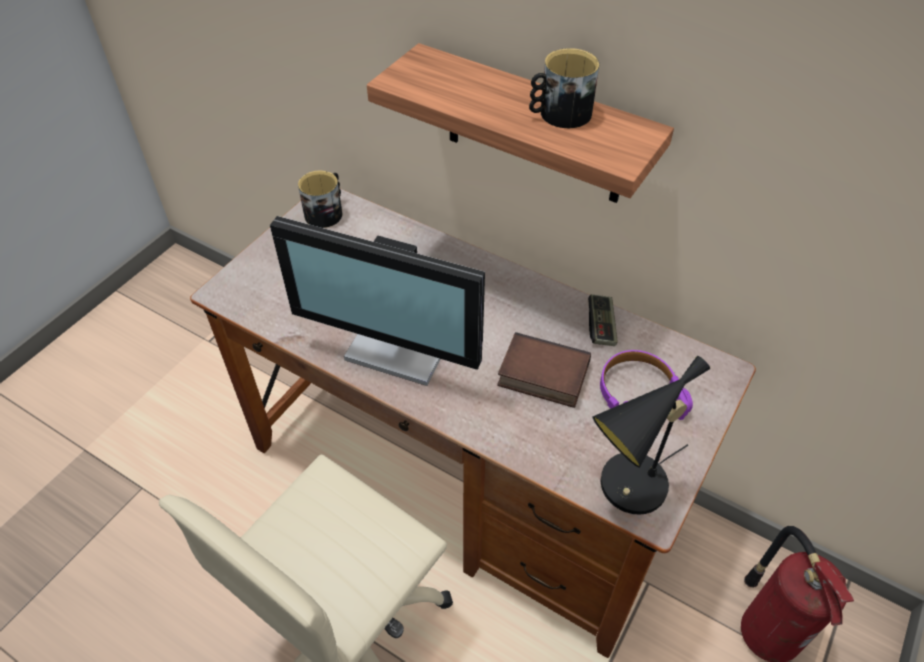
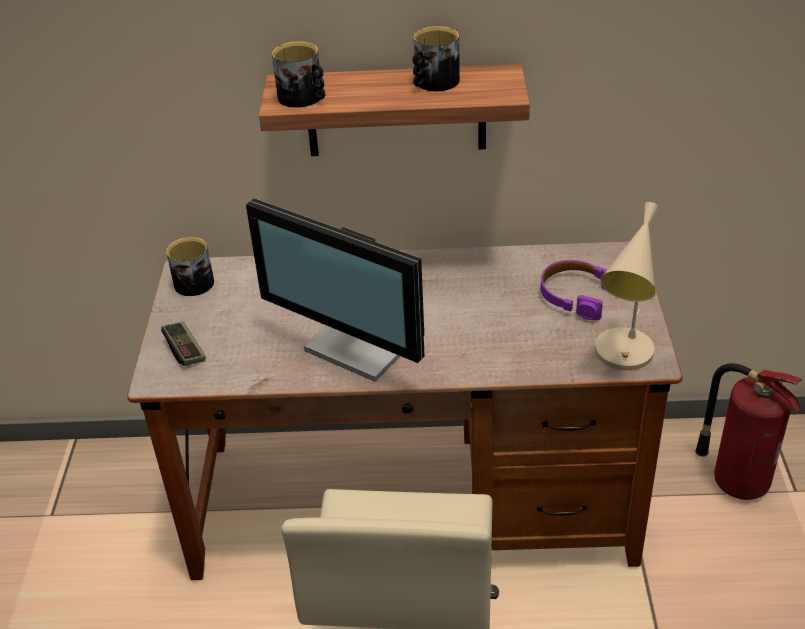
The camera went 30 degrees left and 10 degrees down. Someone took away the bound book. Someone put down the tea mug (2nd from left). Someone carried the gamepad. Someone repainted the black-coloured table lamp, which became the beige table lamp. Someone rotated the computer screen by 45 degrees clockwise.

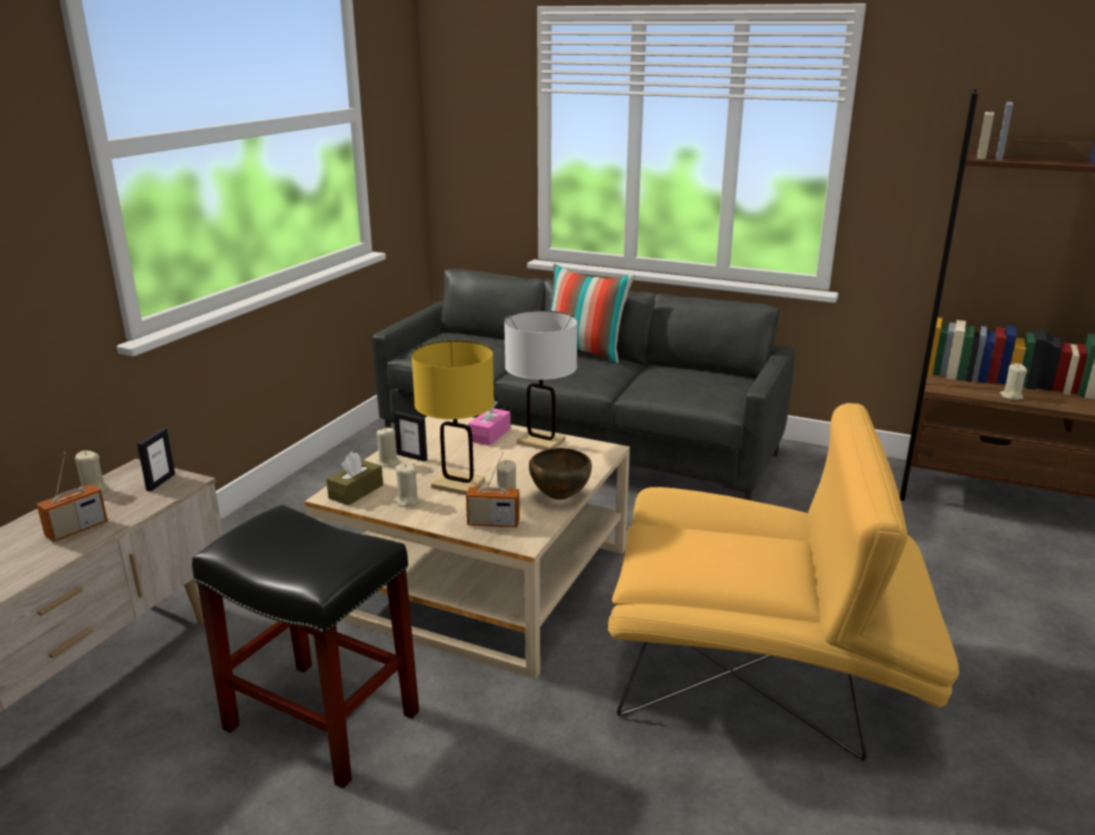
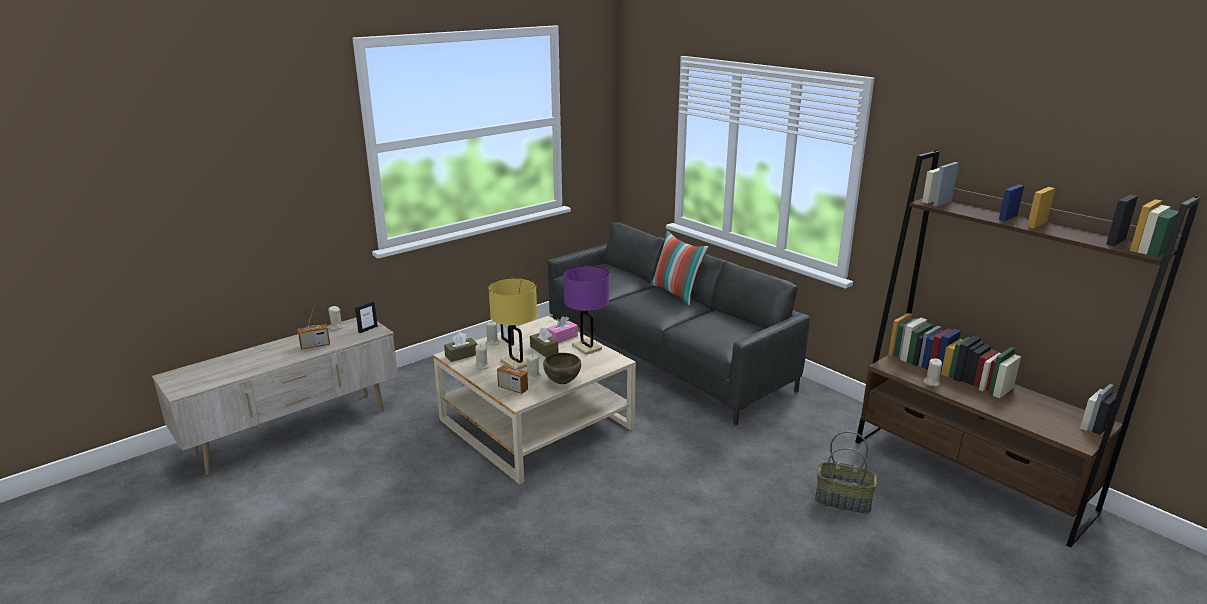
The camera went 25 degrees right and 0 degrees up. Someone took away the black-coloured sitting stool. Someone took away the yellow-coloured armchair. Someone put down the brown-coloured tissue holder (2nd from left). Someone put down the storage basket. Someone repainted the white table lamp, which became the purplish table lamp.

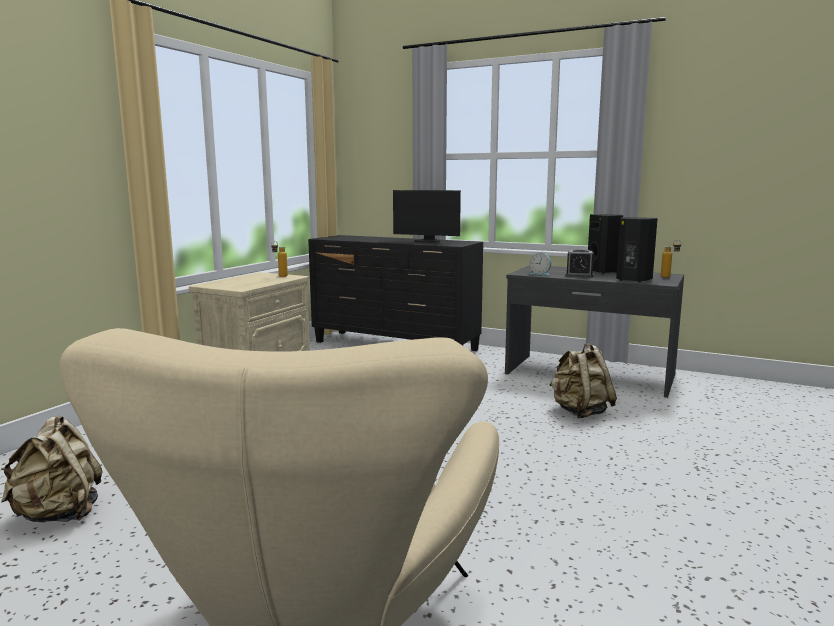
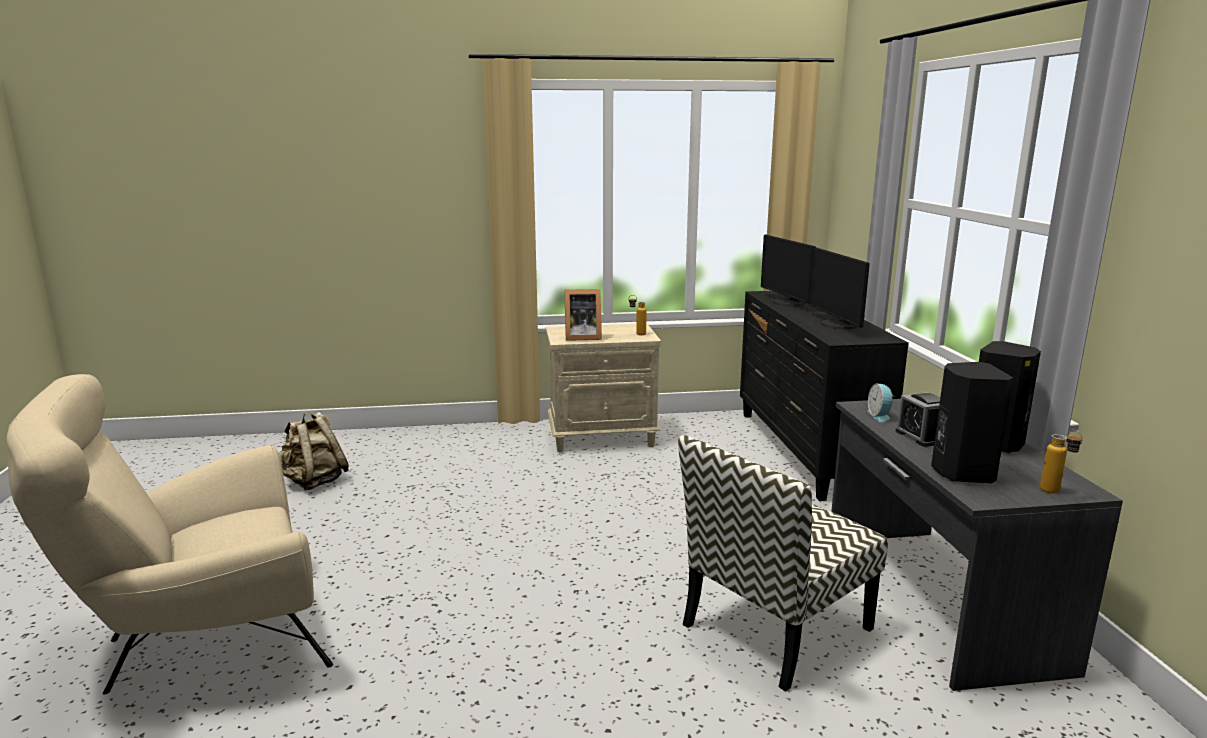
The camera went 55 degrees right and 5 degrees up. Someone put down the standing frame. Someone put down the computer screen (1st from left). Someone swapped the beige rucksack (2nd from left) for the upright chair.

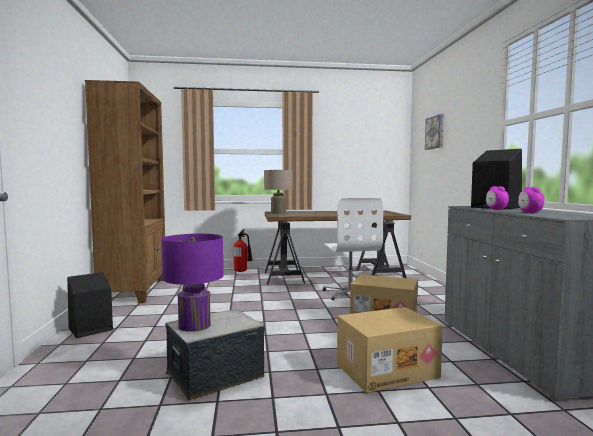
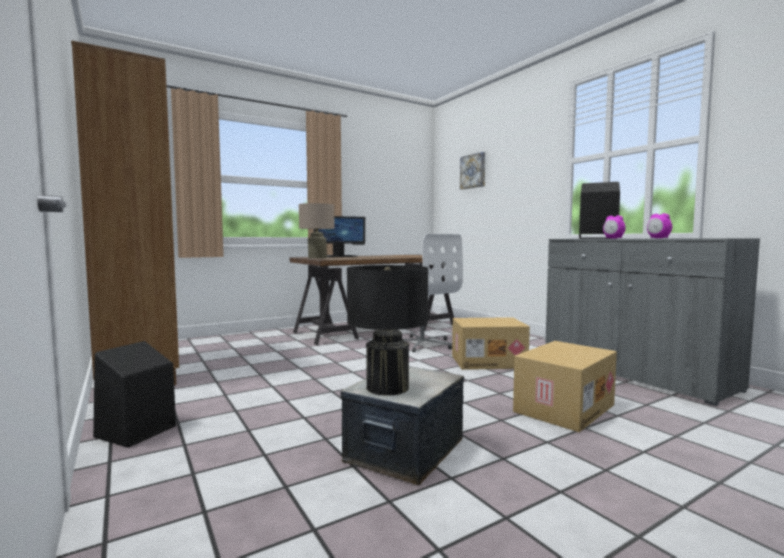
The camera went 25 degrees left and 0 degrees up. Someone took away the fire extinguisher. Someone put down the computer screen. Someone repainted the purplish table lamp, which became the black-coloured table lamp.

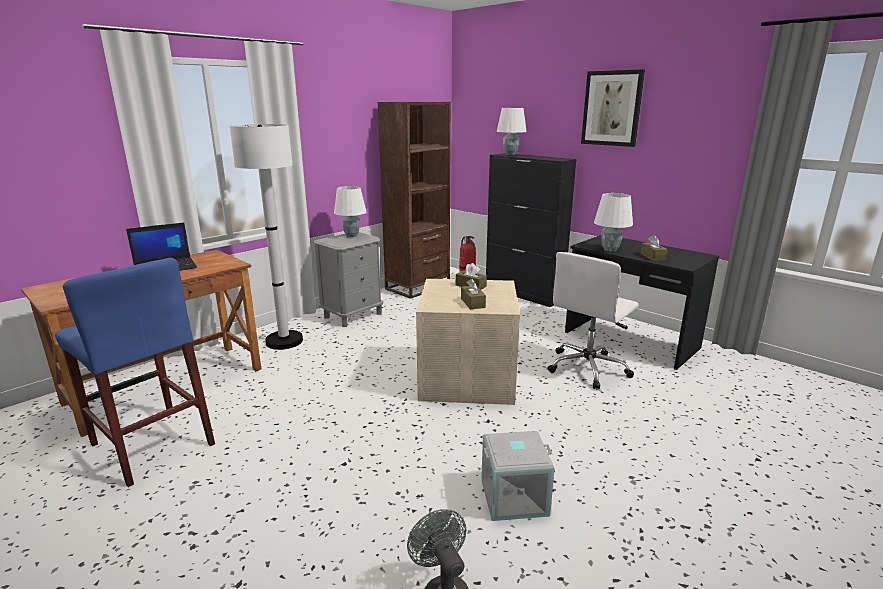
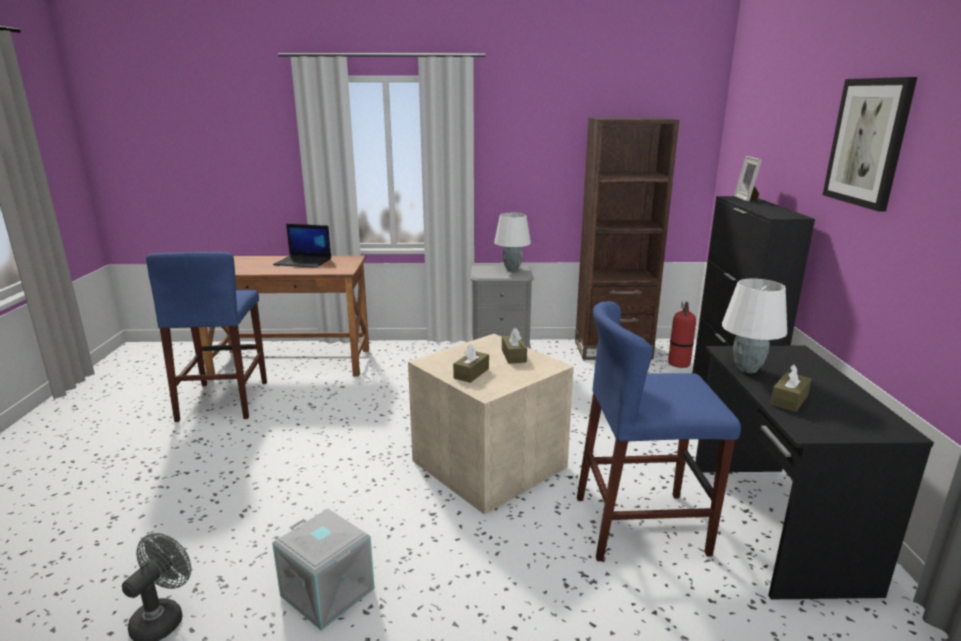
The camera went 45 degrees right and 0 degrees up. Someone took away the white standard lamp. Someone swapped the white table lamp (2nd from left) for the standing frame. Someone swapped the white desk chair for the bluish sitting stool (2nd from left).

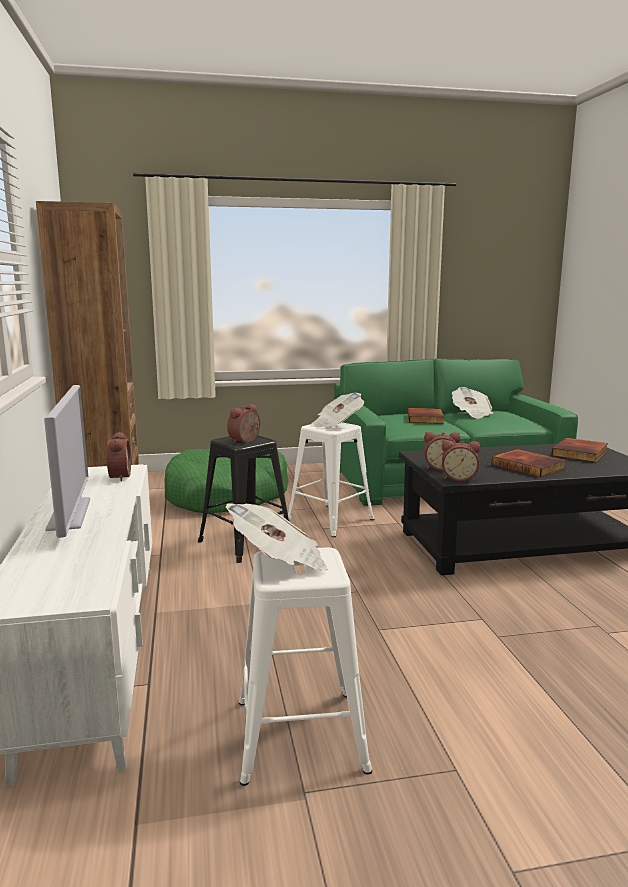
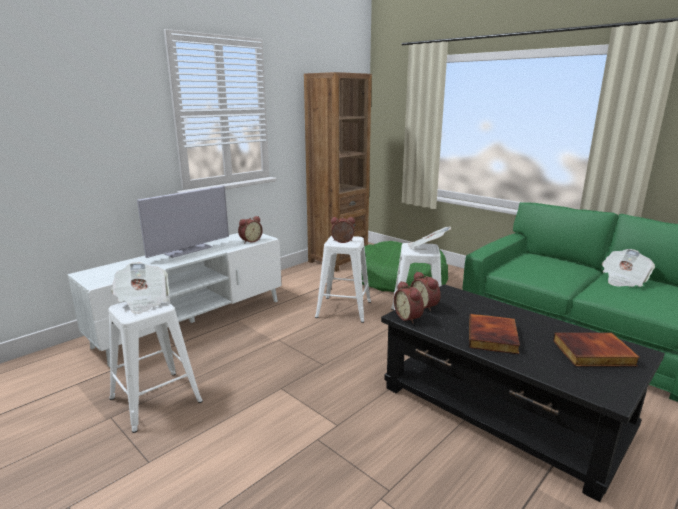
The camera went 55 degrees right and 5 degrees up. Someone took away the bound book (1st from left). Someone repainted the black-coloured sitting stool, which became the white sitting stool (2nd from left).

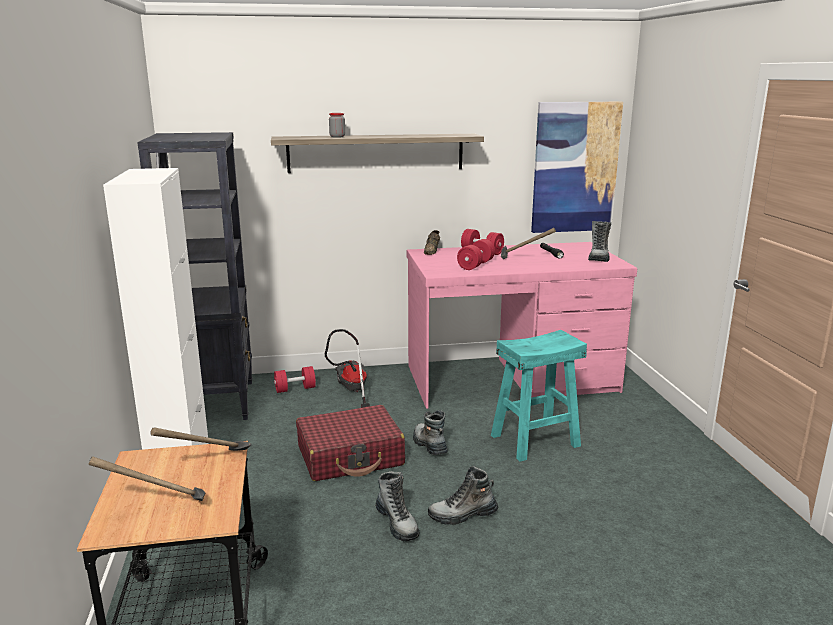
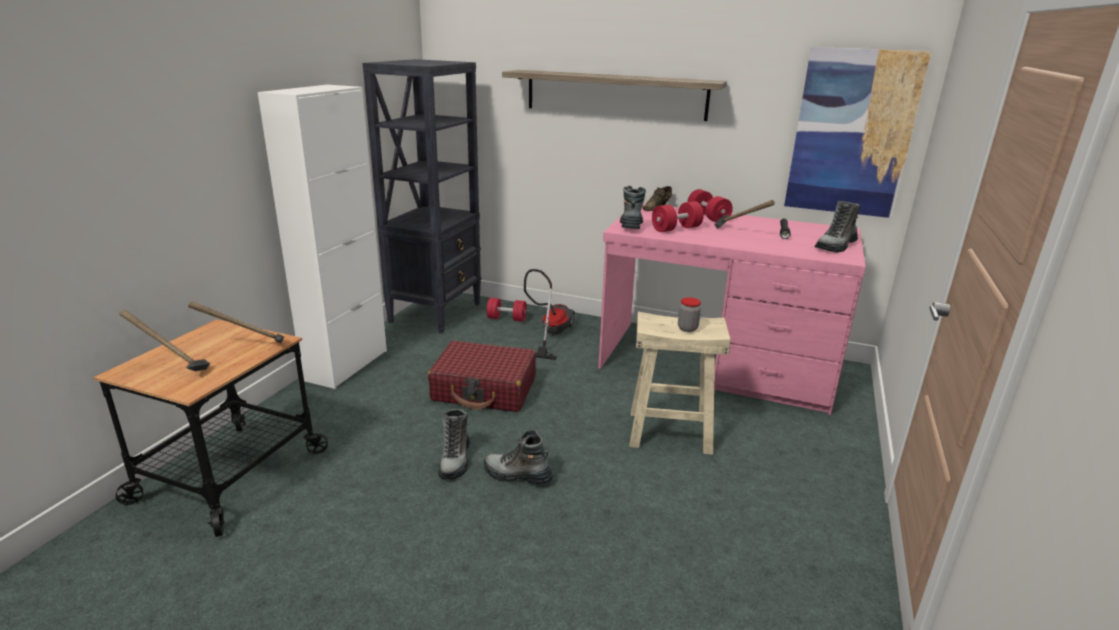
The camera went 30 degrees right and 5 degrees up. Someone carried the preserve jar. Someone carried the tall boot (2nd from left in the first image). Someone repainted the turquoise-coloured sitting stool, which became the beige sitting stool.

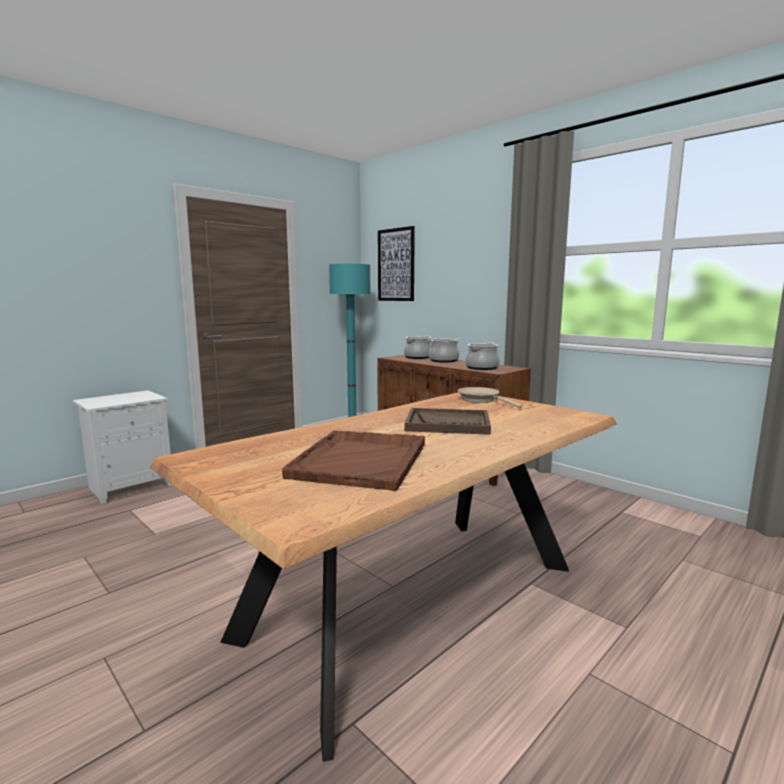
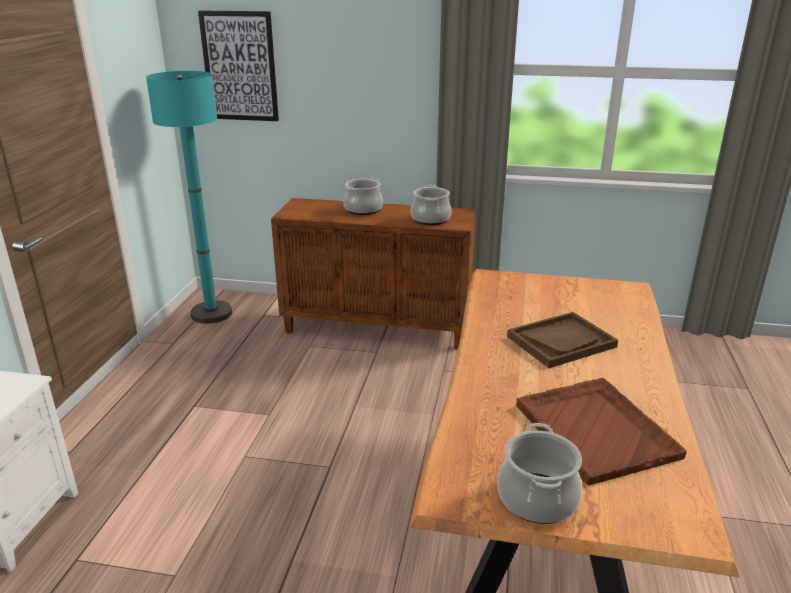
The camera went 35 degrees left and 15 degrees up. Someone took away the beige frying pan. Someone carried the stockpot (1st from left in the first image).

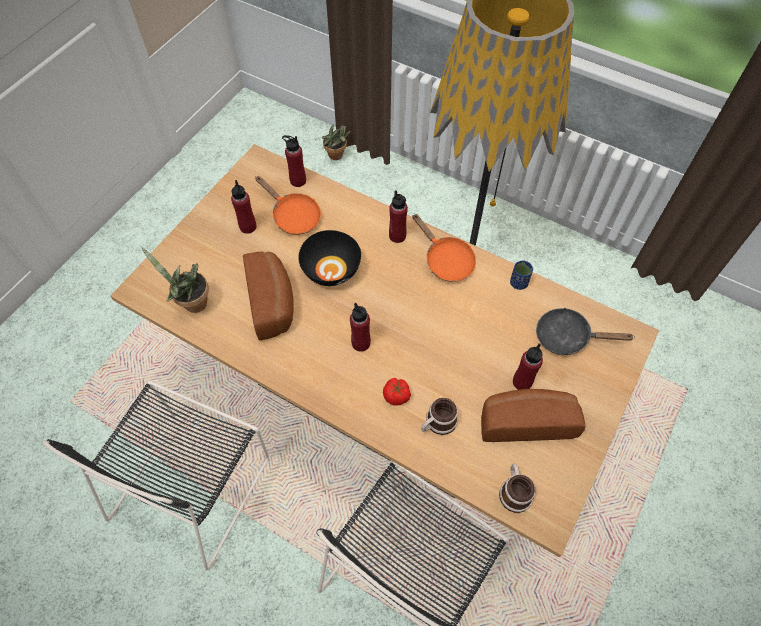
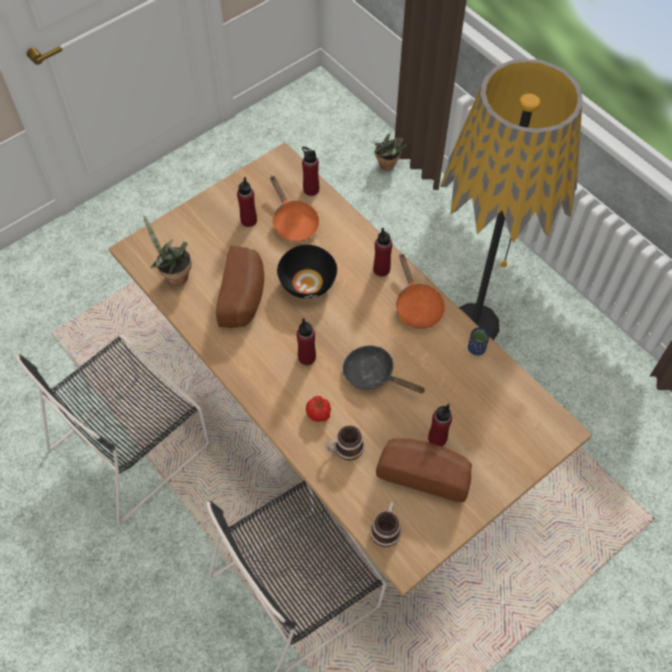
The camera went 20 degrees right and 0 degrees up. Someone carried the black-coloured frying pan.

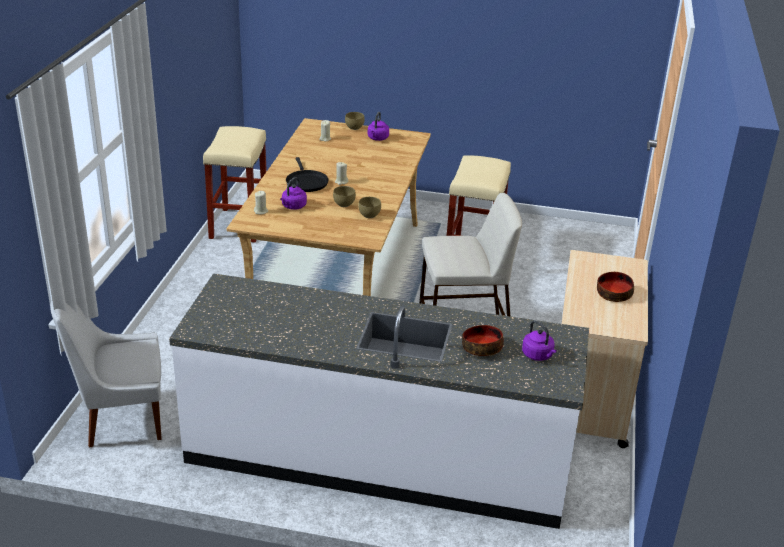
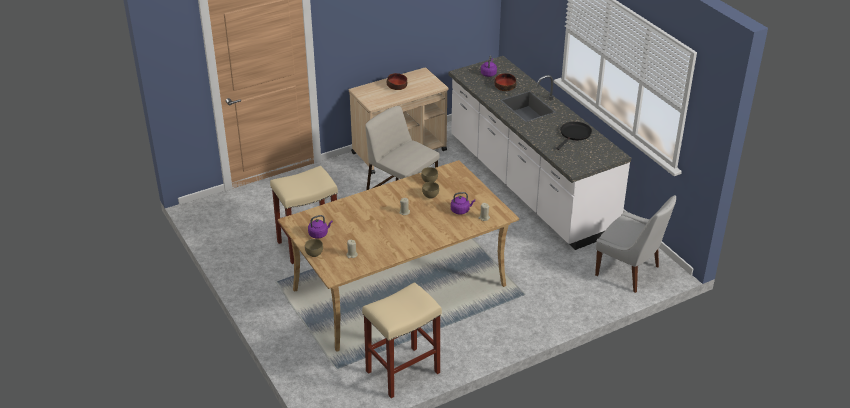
The camera went 130 degrees left and 5 degrees up. Someone carried the black-coloured frying pan.

